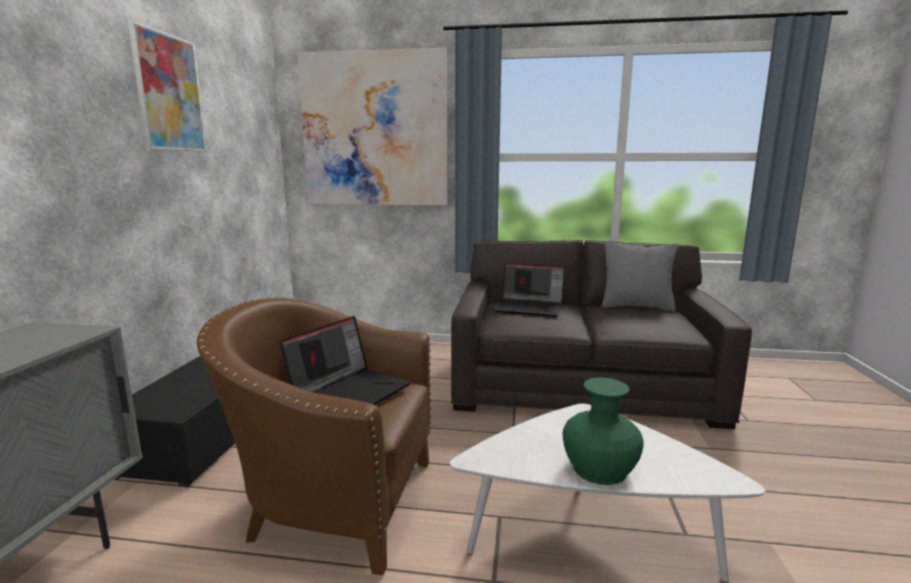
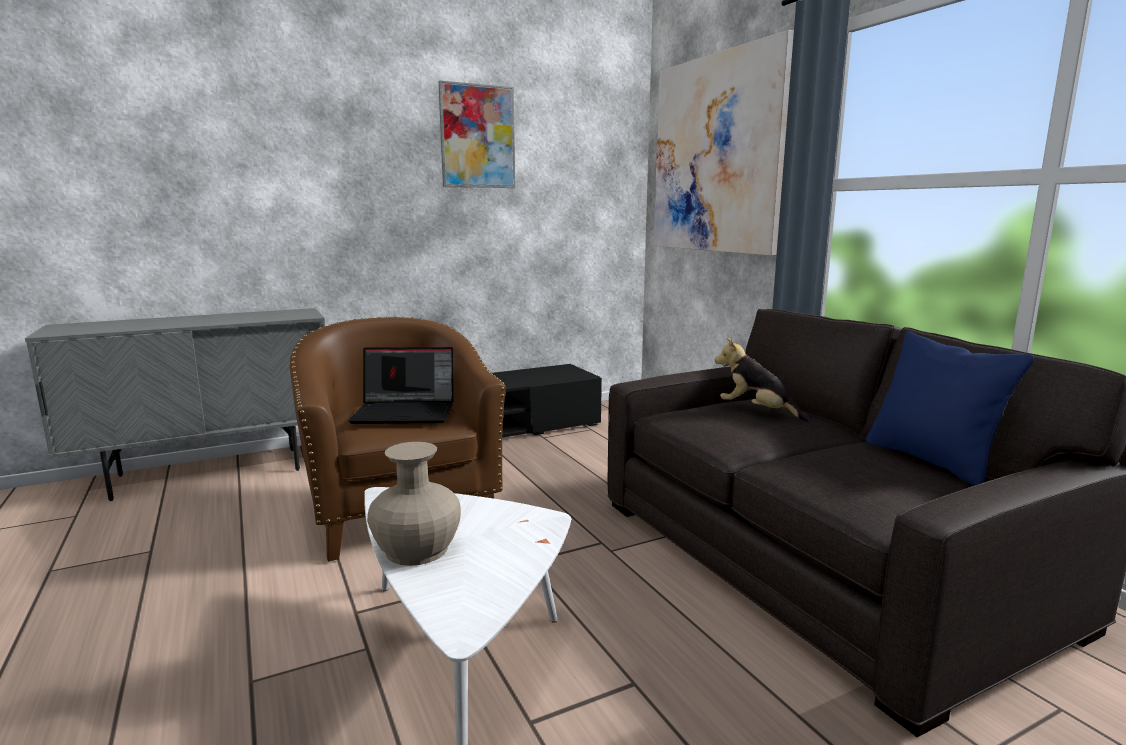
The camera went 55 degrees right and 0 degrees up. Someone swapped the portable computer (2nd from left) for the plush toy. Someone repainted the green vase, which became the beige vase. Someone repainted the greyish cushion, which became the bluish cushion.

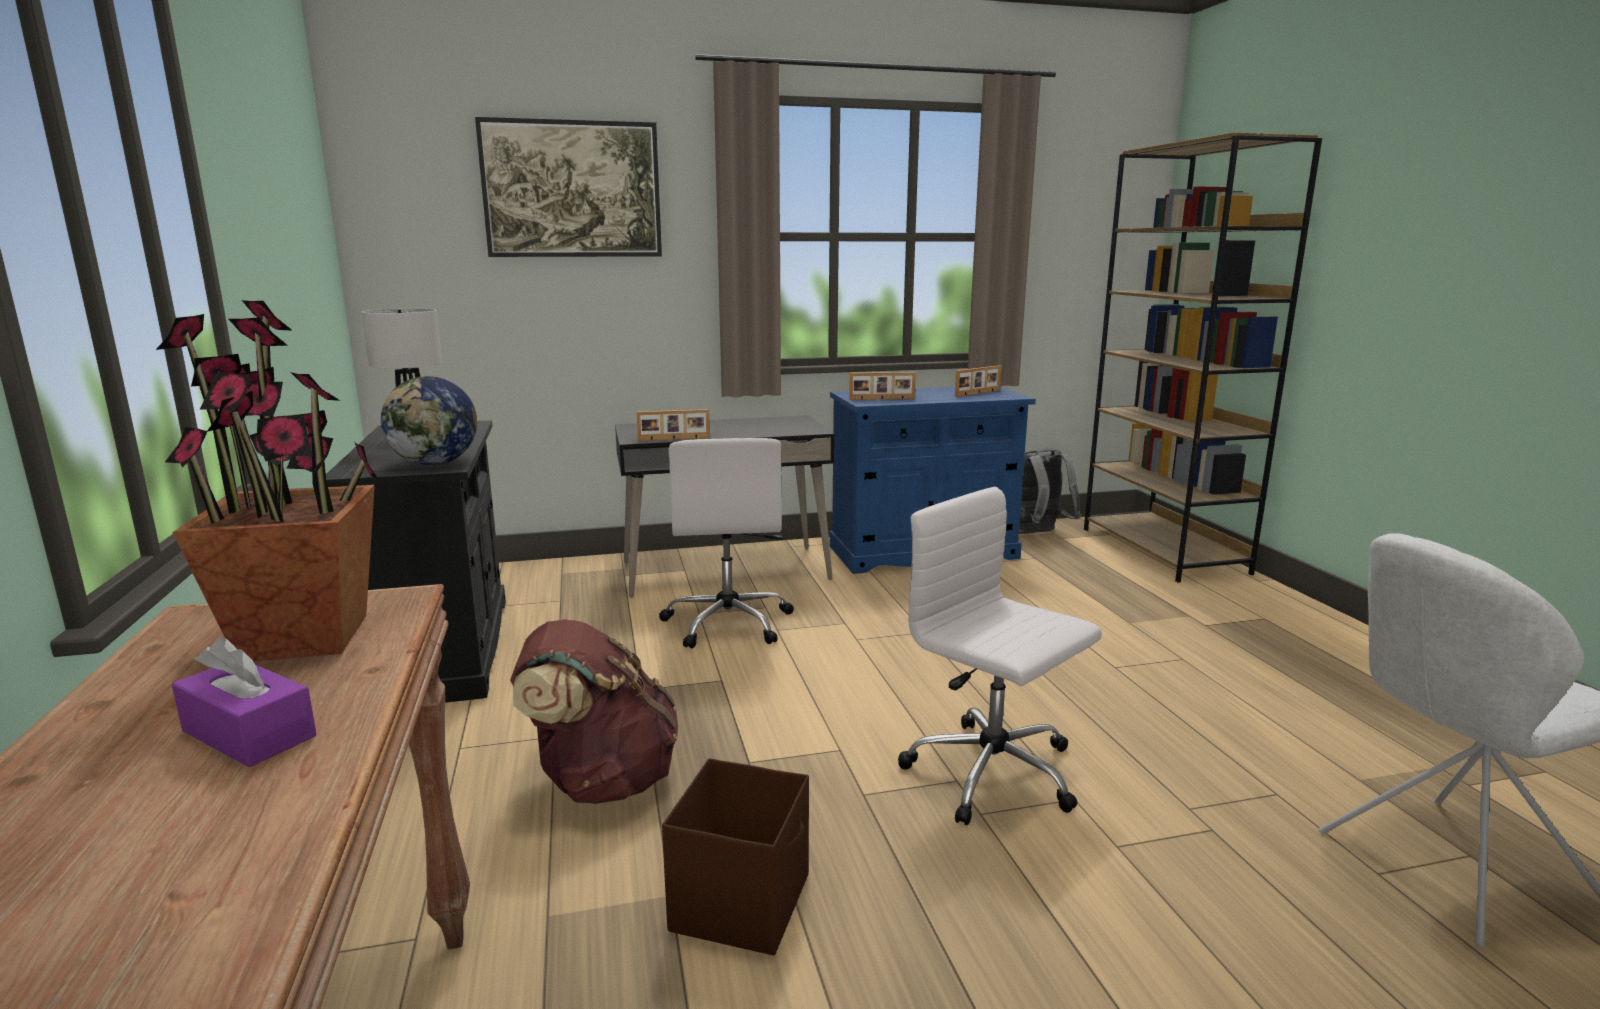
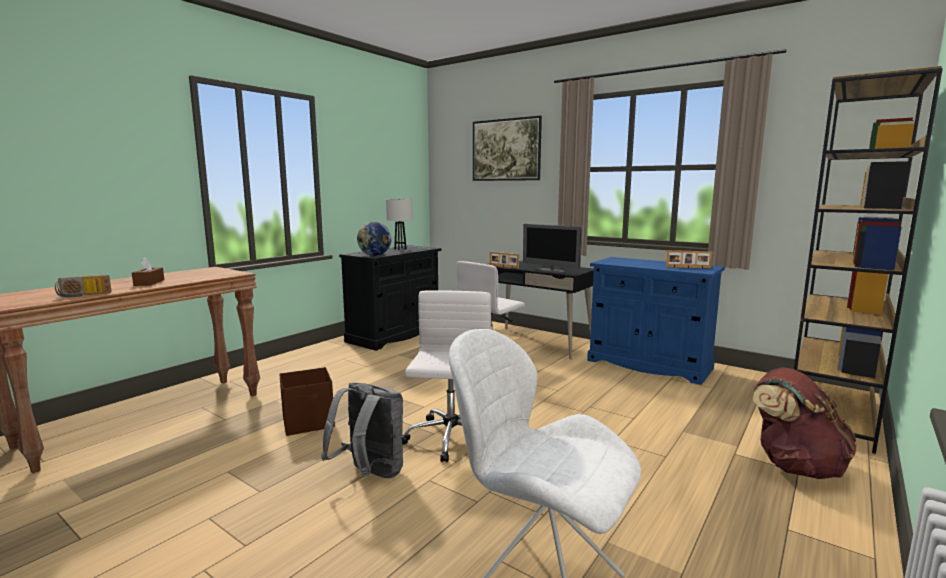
The camera went 50 degrees right and 5 degrees down. Someone took away the potted plant. Someone took away the standing frame (2nd from left). Someone put down the radio set. Someone put down the computer screen. Someone carried the brown-coloured rucksack. Someone carried the greyish rucksack. Someone repainted the purplish tissue holder, which became the brown-coloured tissue holder.

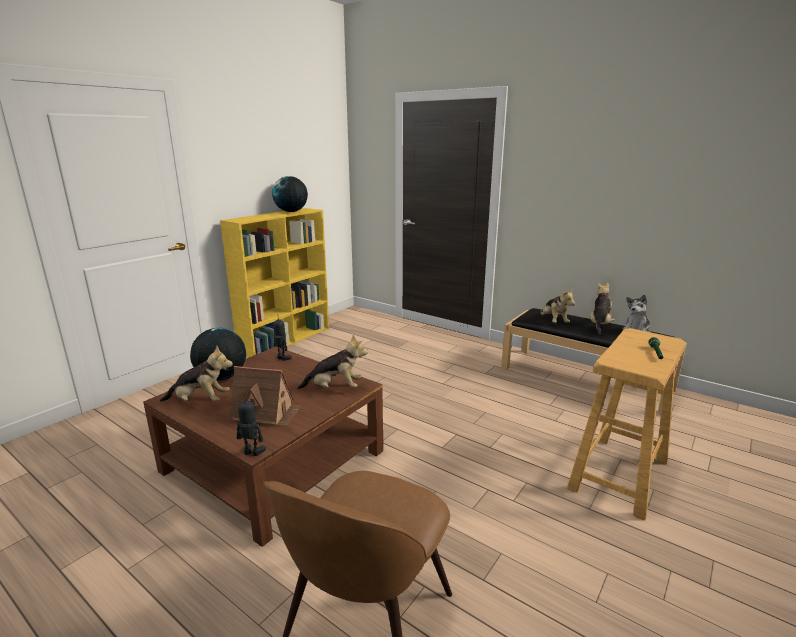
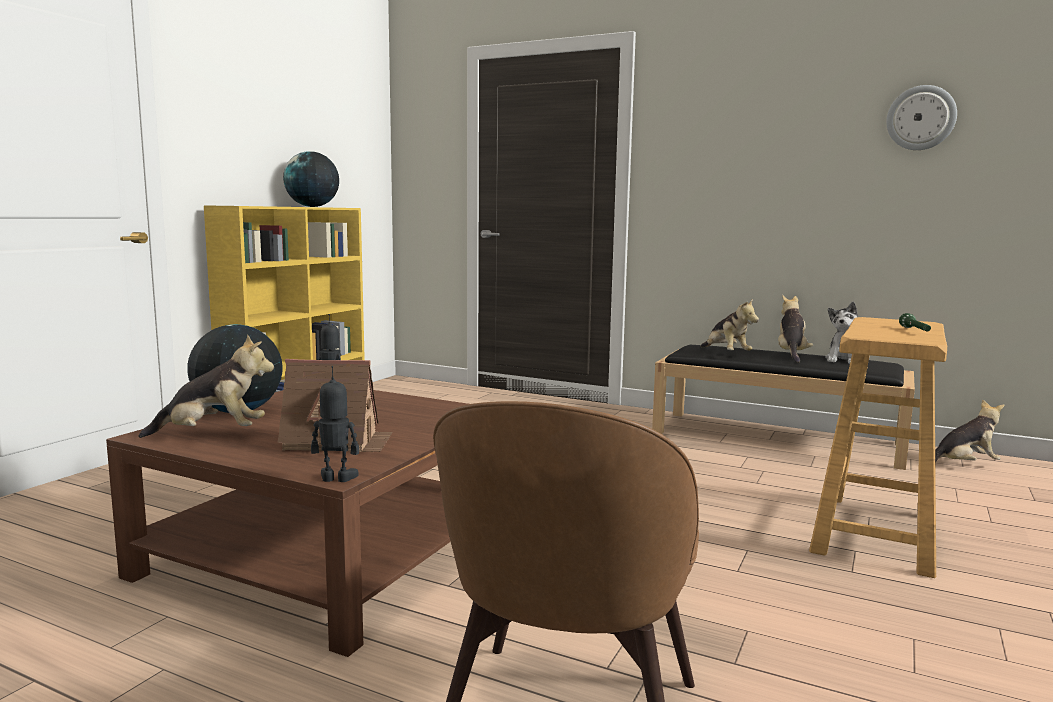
The camera went 10 degrees left and 10 degrees down. Someone put up the wall clock. Someone carried the plush toy (2nd from left in the first image).

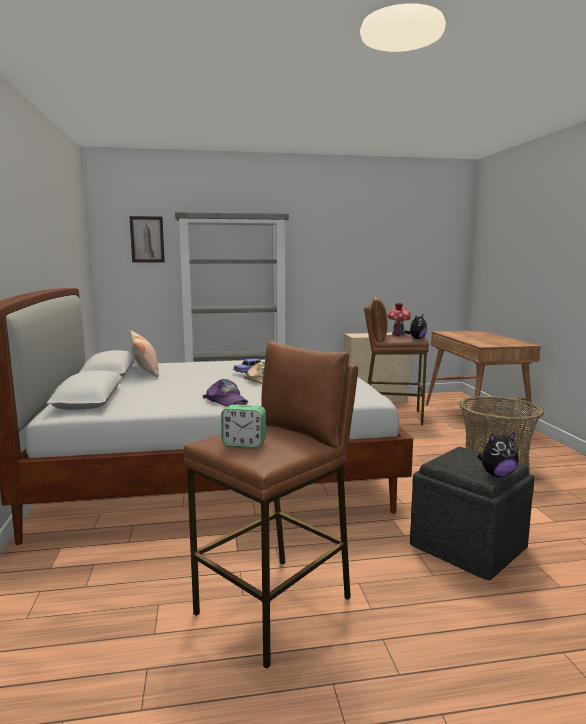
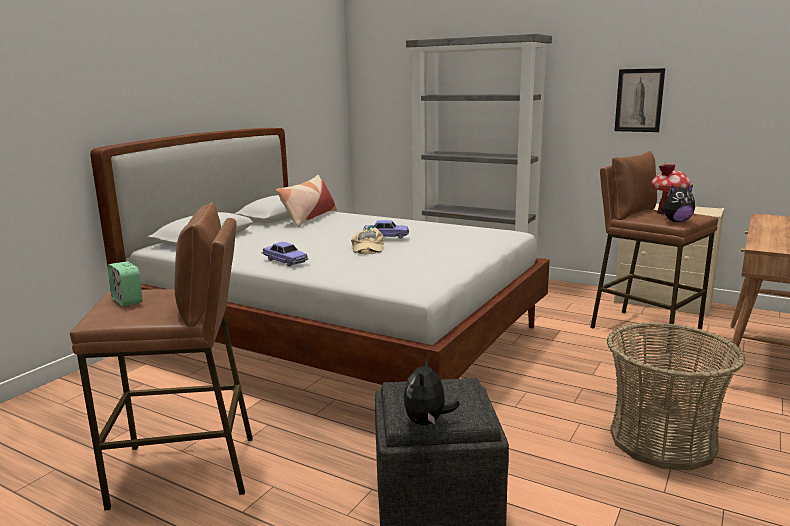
The camera went 40 degrees right and 5 degrees up. Someone carried the picture. Someone swapped the purplish cap for the miniature car (1st from left). Someone rotated the plush toy (2nd from left in the first image) by 75 degrees clockwise.

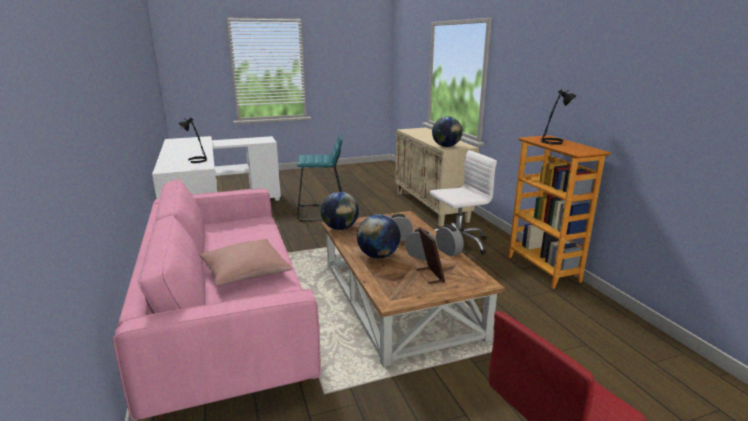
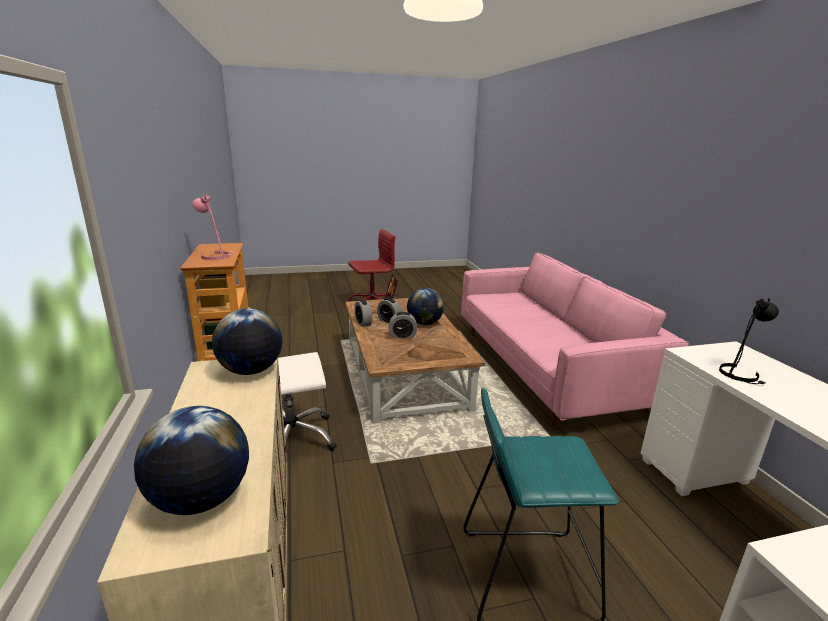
The camera went 175 degrees left and 0 degrees up. Someone took away the pink-coloured cushion. Someone carried the world globe (1st from left). Someone repainted the black-coloured table lamp (2nd from left), which became the pink-coloured table lamp.

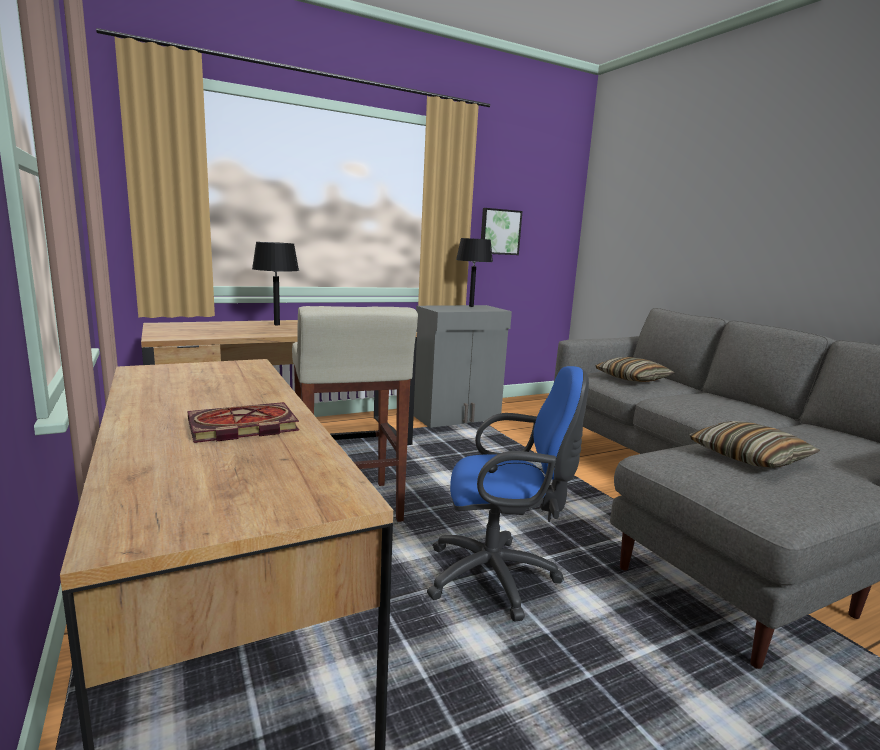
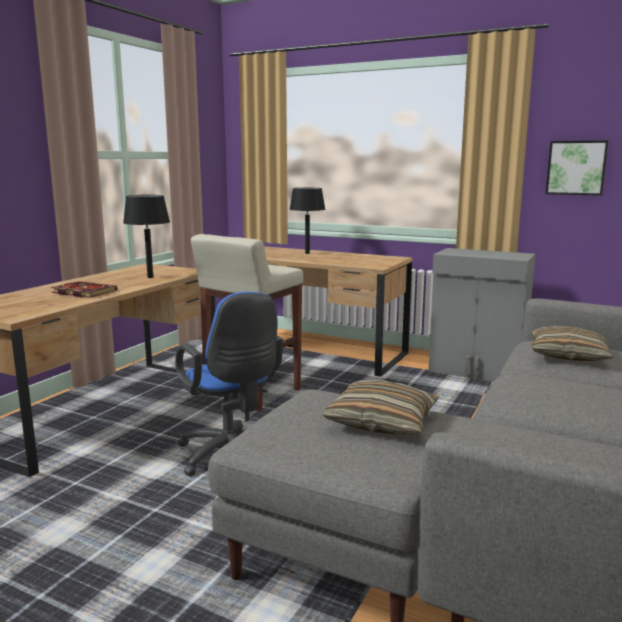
The camera went 55 degrees right and 0 degrees up. Someone carried the black-coloured table lamp (2nd from left in the first image).

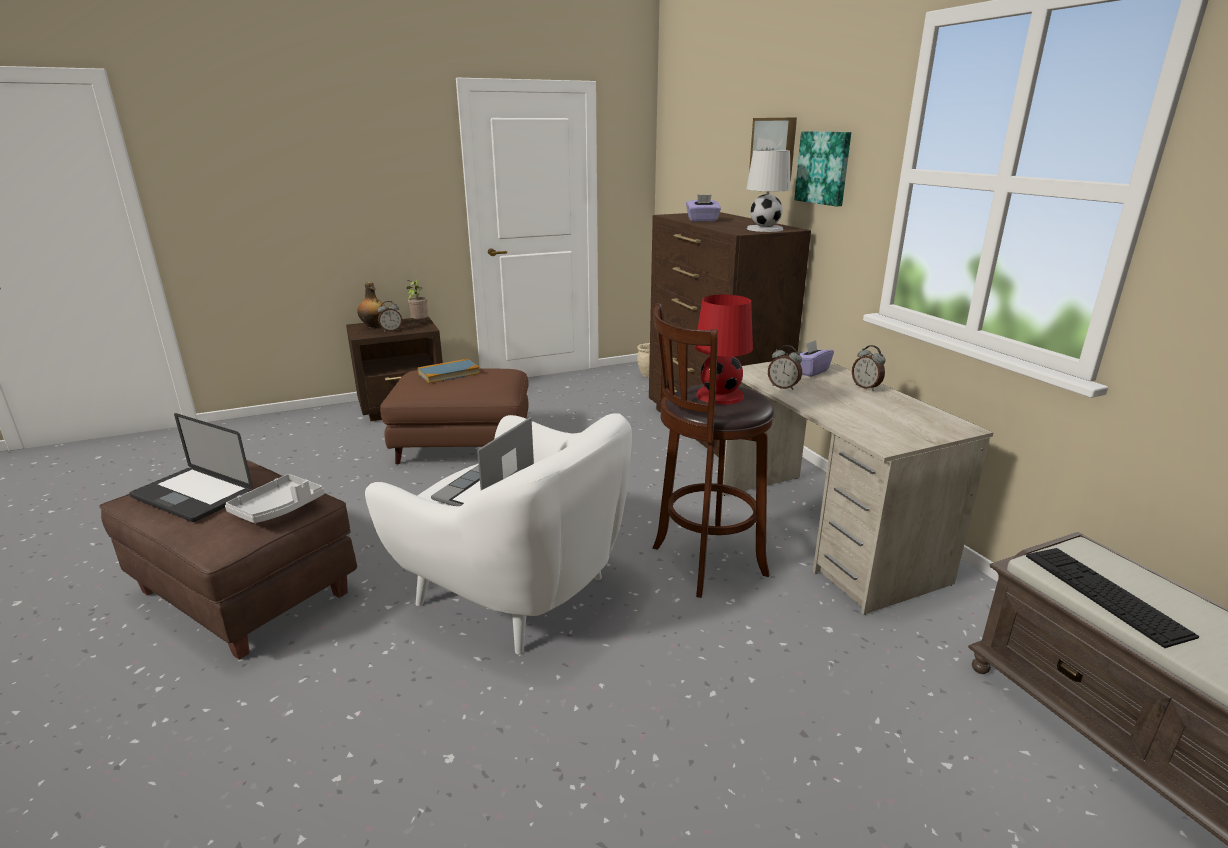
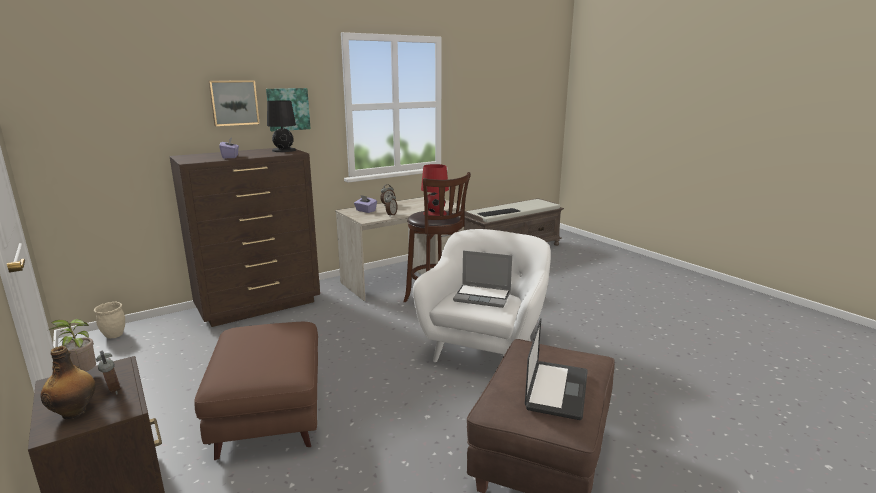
The camera went 100 degrees left and 5 degrees down. Someone took away the greyish serving tray. Someone took away the bound book. Someone repainted the white table lamp, which became the black-coloured table lamp.

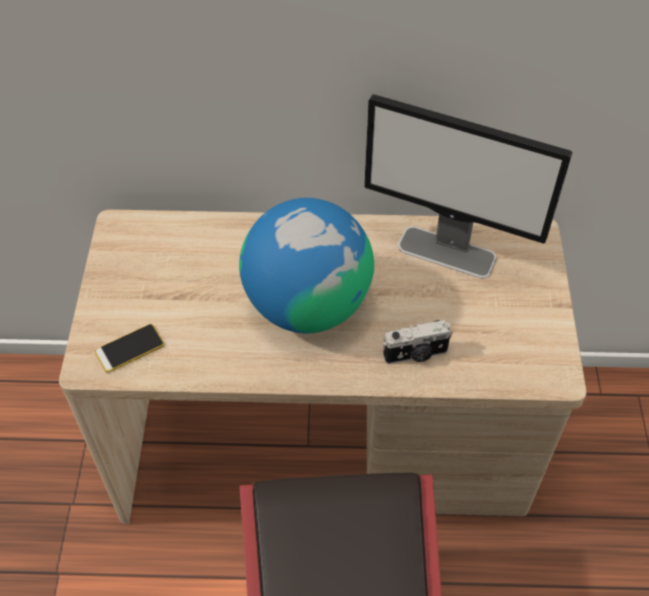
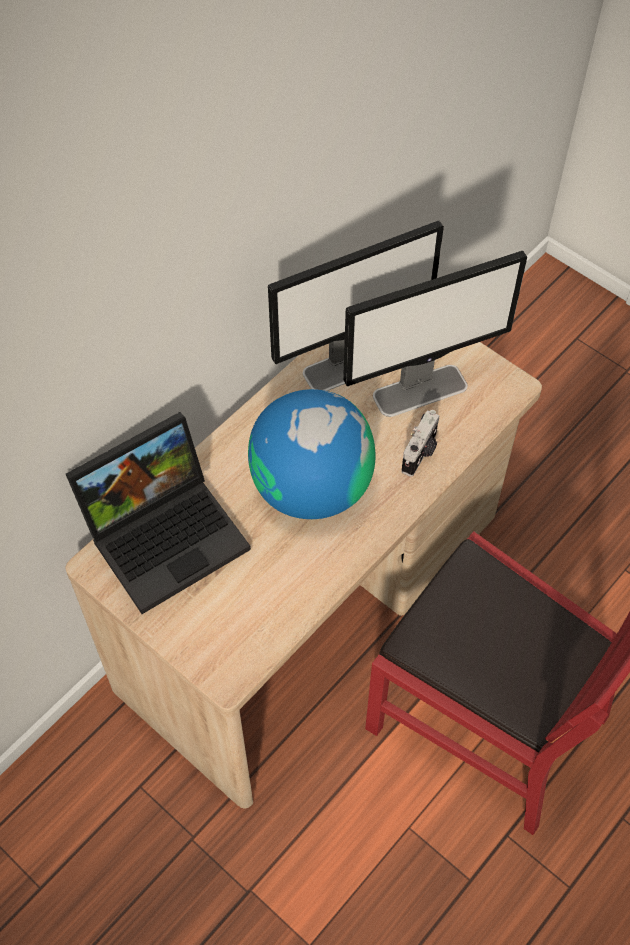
The camera went 50 degrees left and 5 degrees up. Someone took away the phone. Someone put down the portable computer. Someone put down the computer screen (2nd from left).

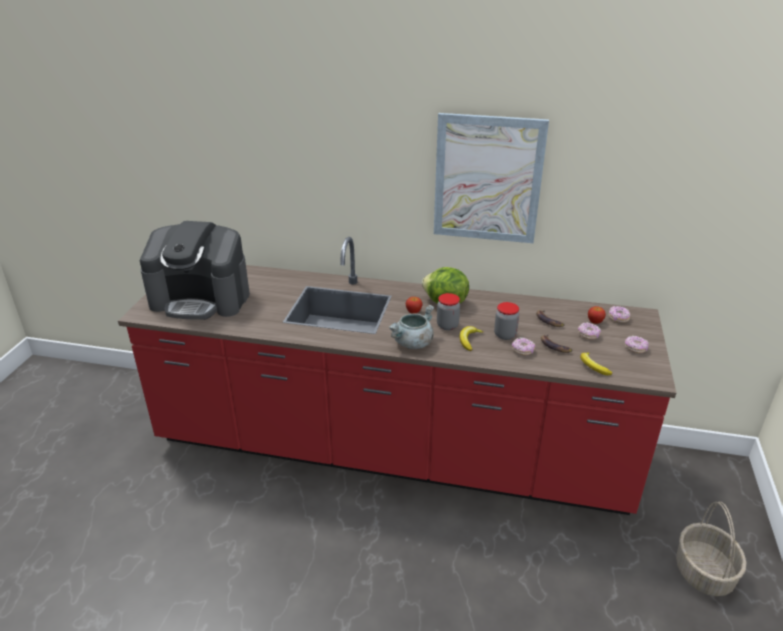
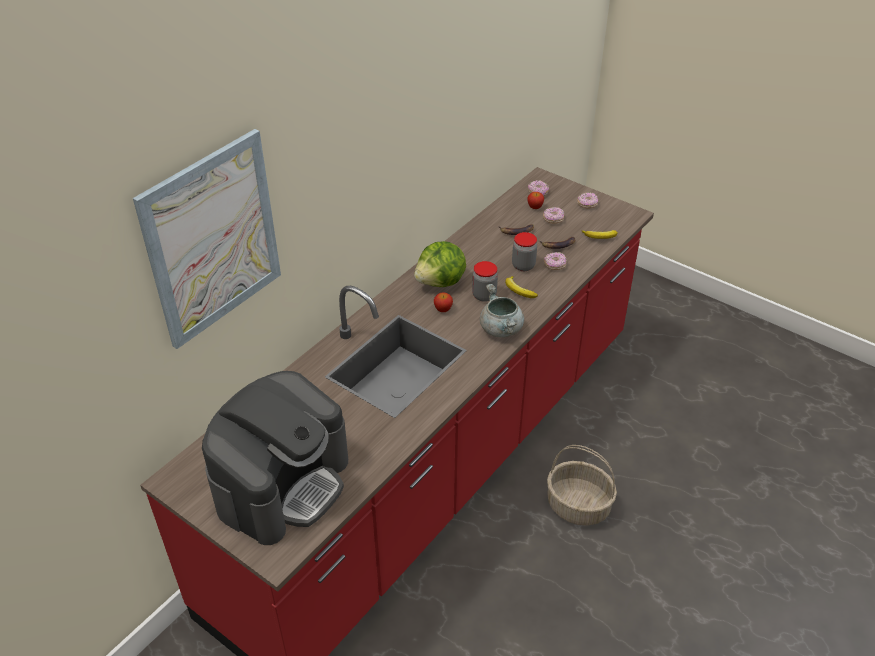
The camera went 65 degrees left and 10 degrees up. Someone carried the picture. Someone carried the storage basket.

